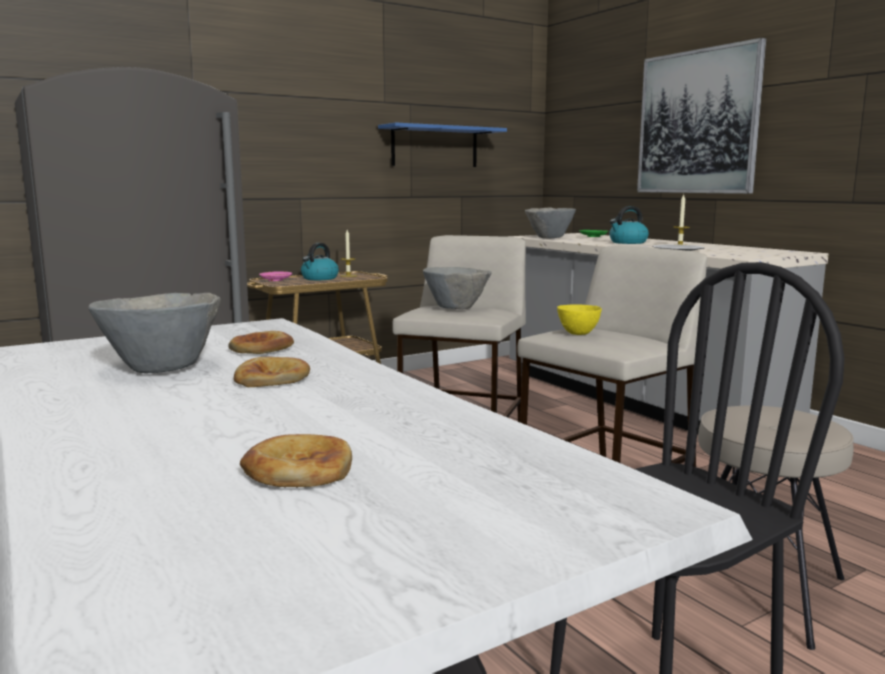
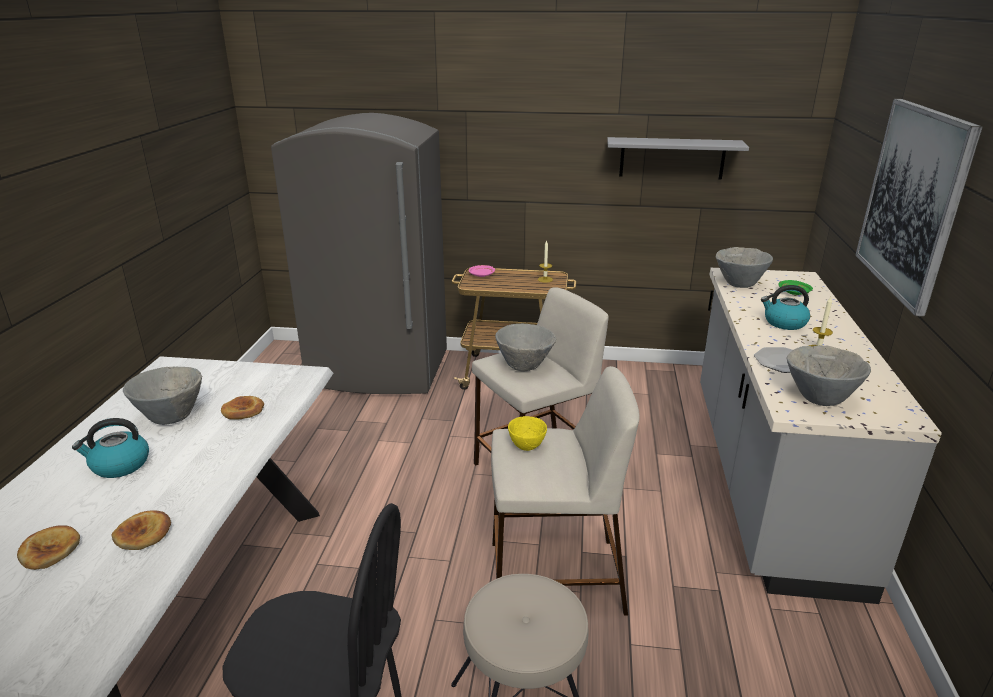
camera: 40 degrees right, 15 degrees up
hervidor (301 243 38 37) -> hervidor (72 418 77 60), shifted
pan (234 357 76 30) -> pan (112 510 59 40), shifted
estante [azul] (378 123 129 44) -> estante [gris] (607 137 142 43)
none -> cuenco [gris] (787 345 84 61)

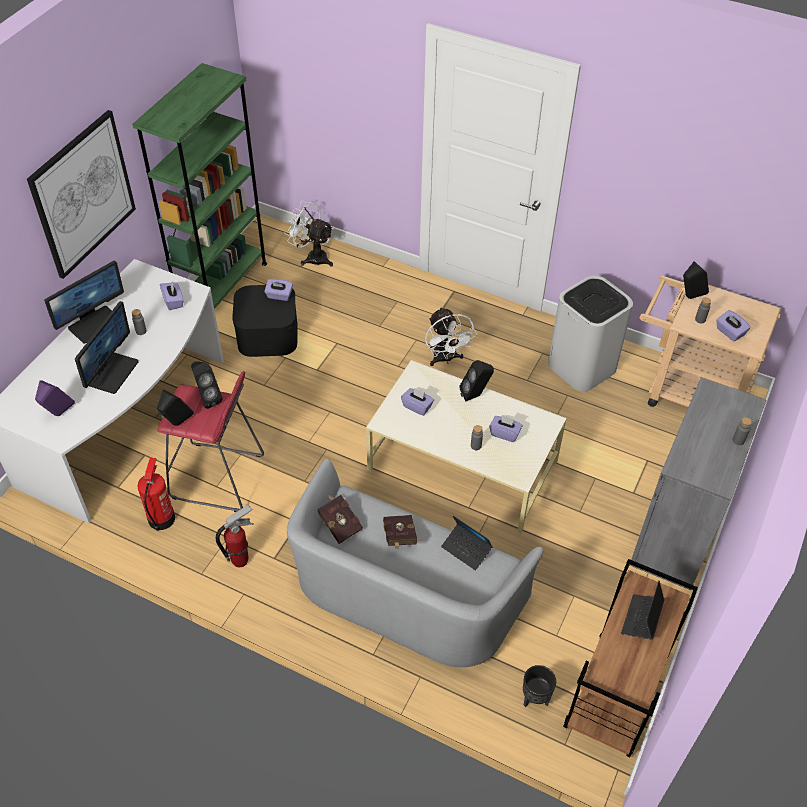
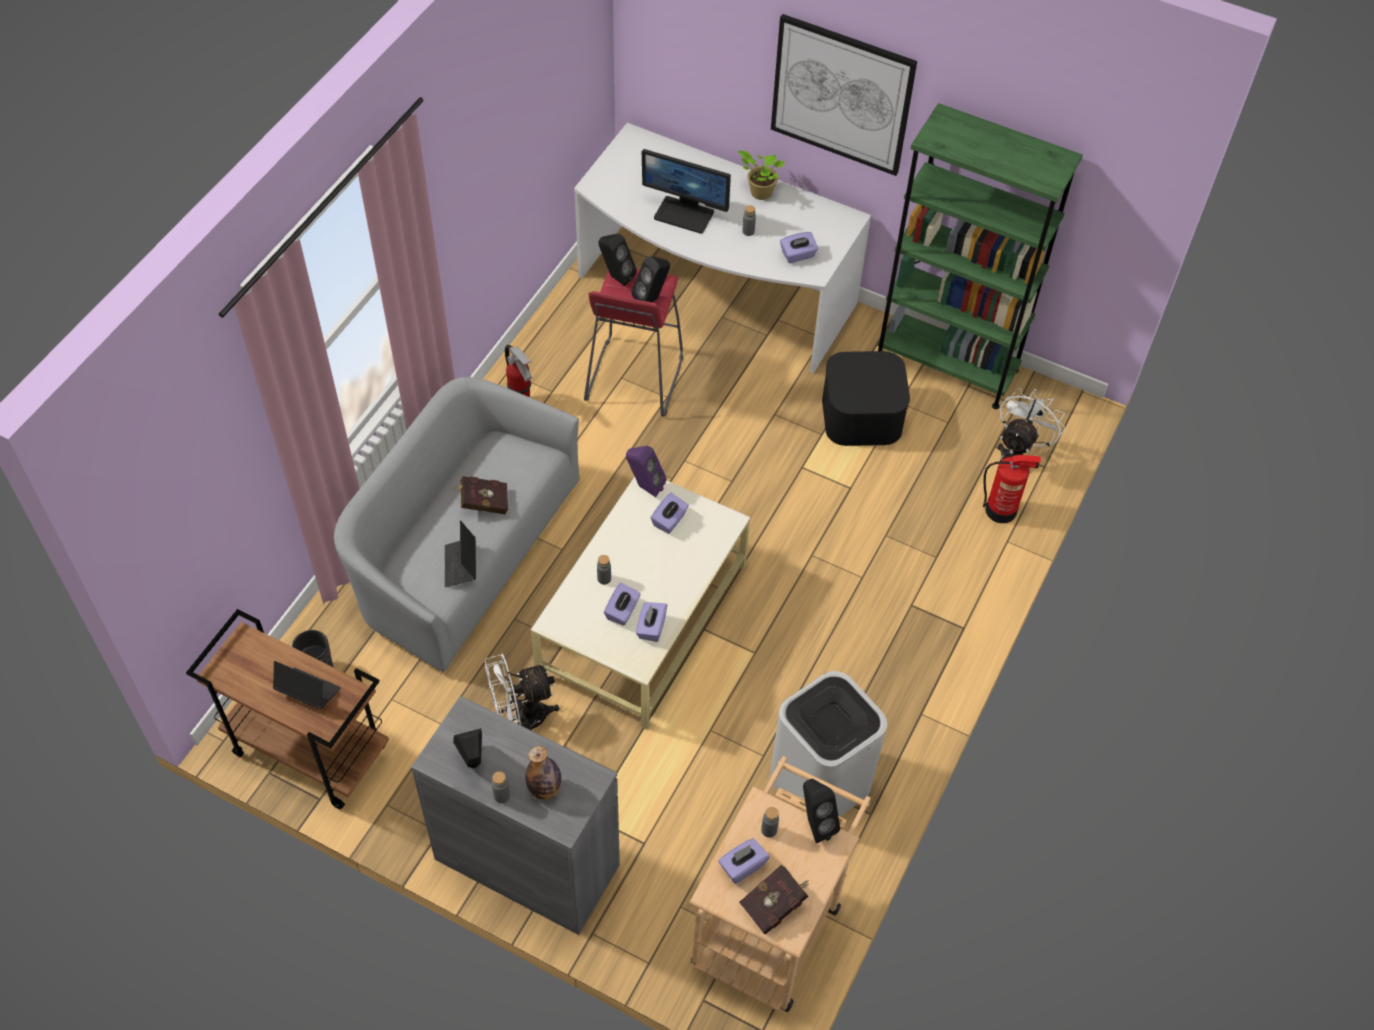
camera: 90 degrees right, 5 degrees up
portátil (441 516 52 54) -> portátil (445 520 31 67), 45 degrees counterclockwise
altavoz [negro] (459 360 35 41) -> altavoz [negro] (453 728 29 40), shifted
ventilador [blanco] (425 307 52 59) -> ventilador [blanco] (485 654 74 76), shifted
none -> botella (525 746 37 54)
altavoz [morado] (35 380 40 36) -> altavoz [morado] (626 446 41 51), shifted
caja de pañuelos [morado] (264 279 29 22) -> caja de pañuelos [morado] (636 602 31 40), shifted
monitor (44 260 80 84) -> planta en maceta (738 150 47 50)
libro [rojo] (317 495 46 49) -> libro [rojo] (739 864 70 71), shifted
extintor (137 458 38 73) -> extintor (983 454 58 69), shifted

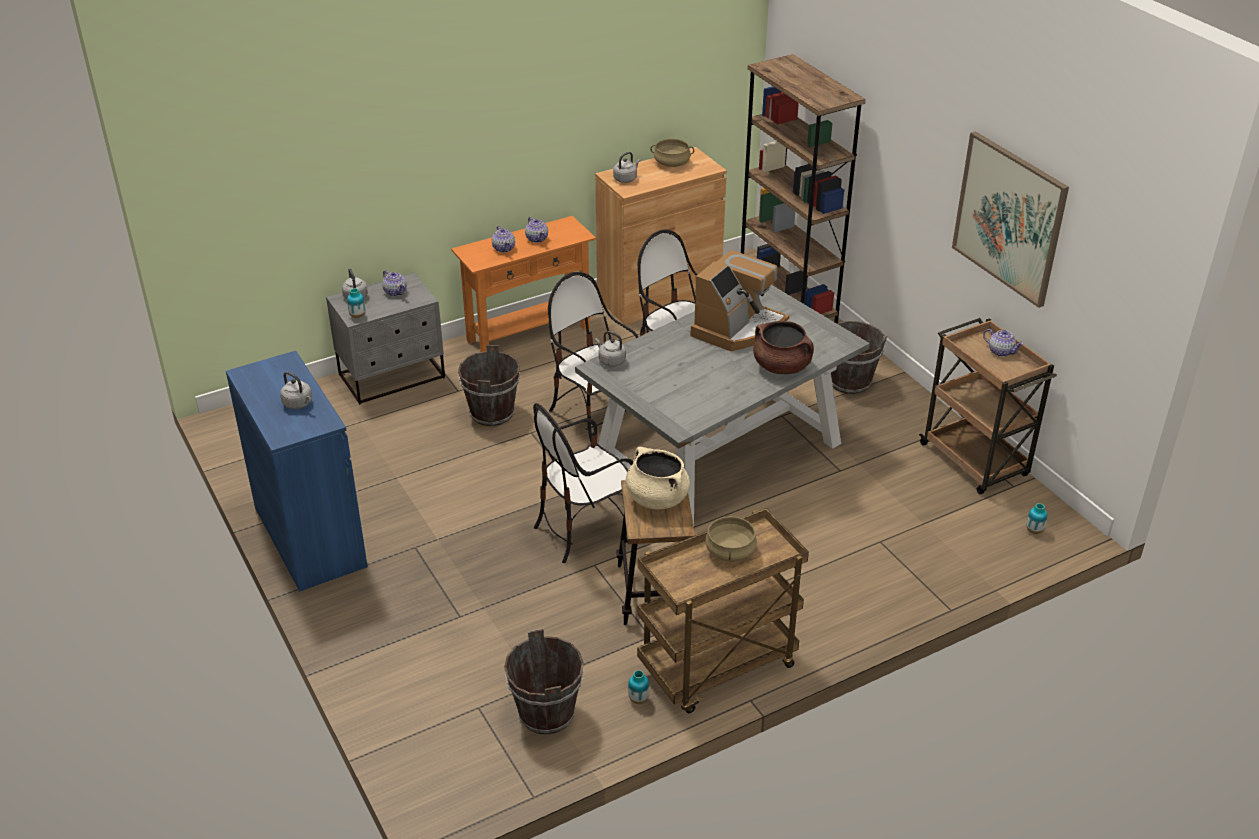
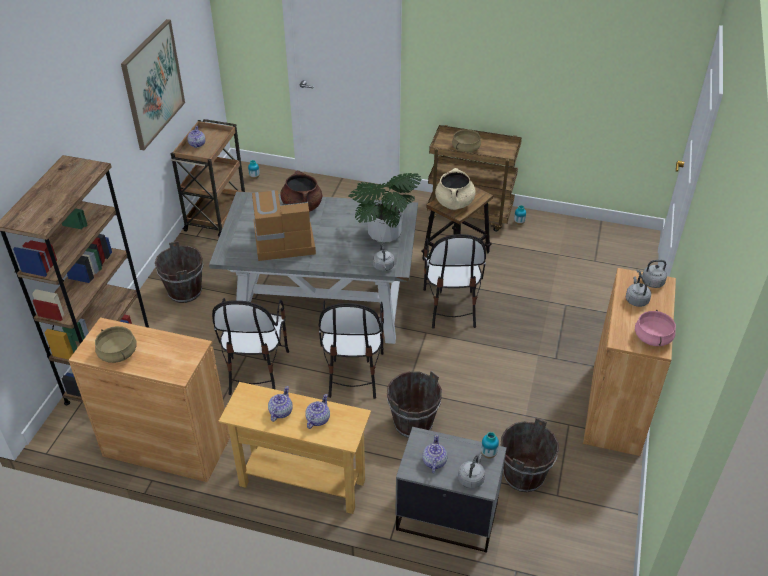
camera: 135 degrees left, 5 degrees up
mesa consola [naranja] (451 216 145 136) -> mesa consola [beis] (219 382 152 132)
none -> planta en maceta (348 173 73 69)
silla (533 403 100 160) -> silla (423 234 63 95), 75 degrees clockwise
cubo [marrón] (504 629 80 106) -> cubo [marrón] (500 418 59 74), shifted
armario [azul] (226 351 142 241) -> armario [marrón] (583 268 93 188)
none -> olla [rosa] (635 310 41 36)
hervidor [gris] (613 152 27 31) -> hervidor [gris] (637 260 30 28), shifted

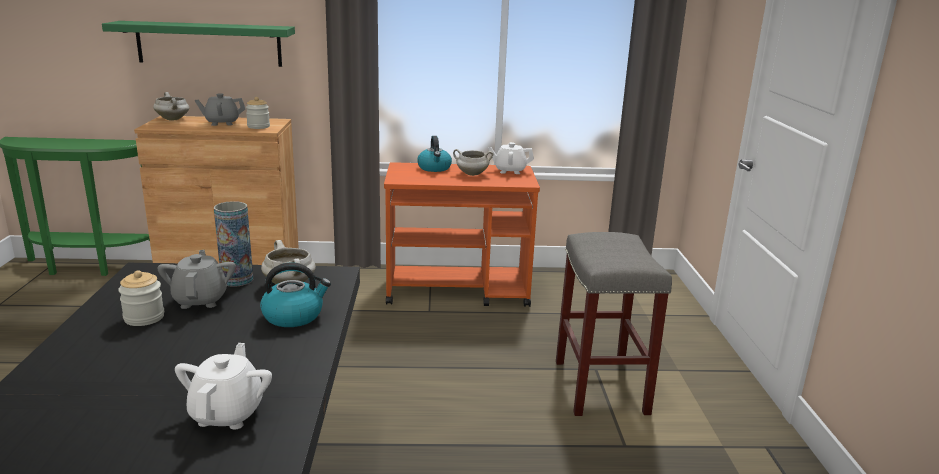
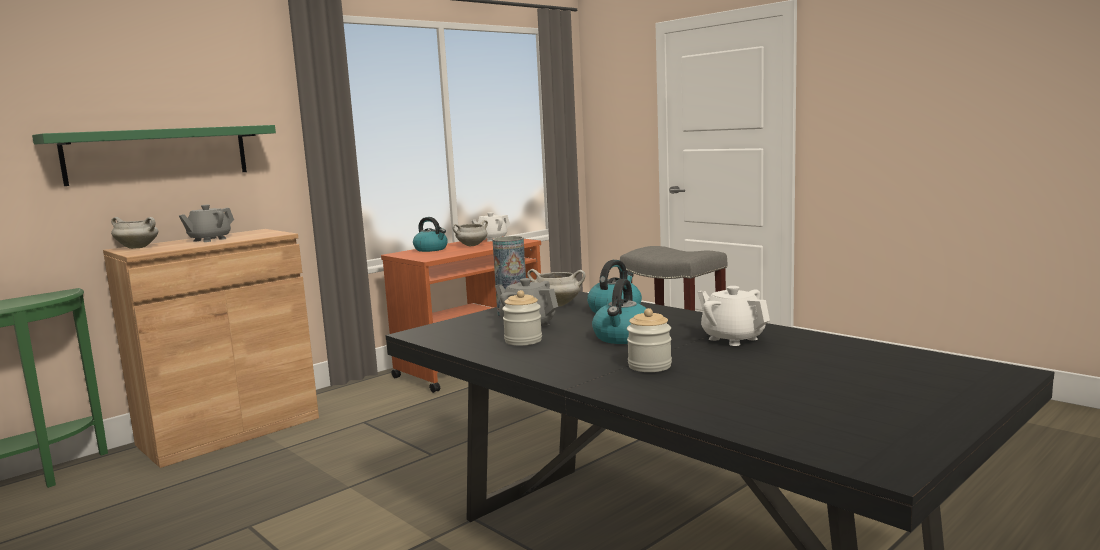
camera: 40 degrees left, 10 degrees down
none -> hervidor (592 279 55 65)
tarro (246 97 24 32) -> tarro (627 308 45 64), shifted

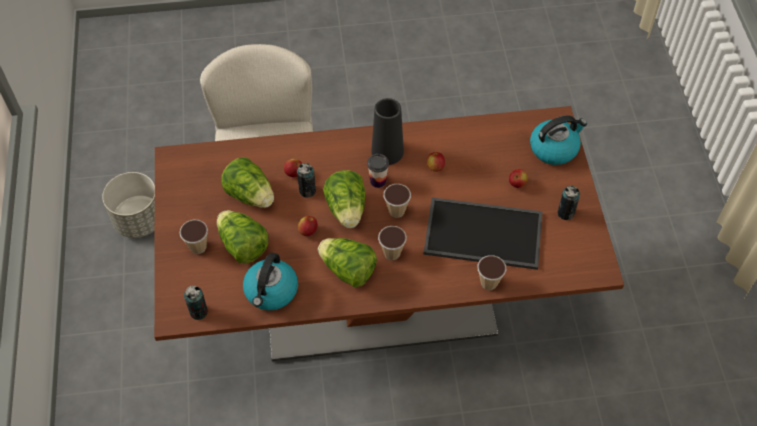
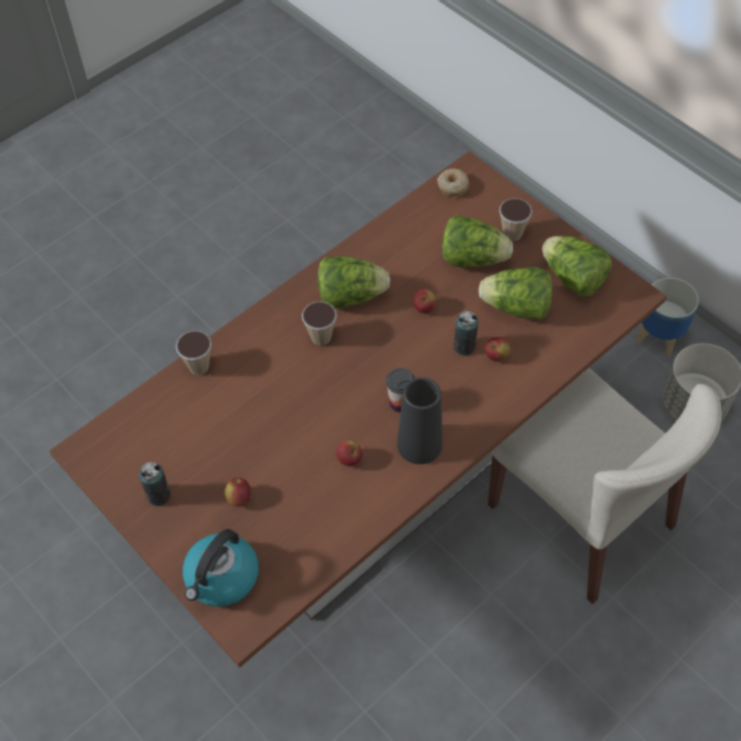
camera: 145 degrees right, 0 degrees up
lata (184 286 24 34) -> rosquilla (437 168 32 30)
lechuga (323 170 43 58) -> lechuga (542 236 70 61), shifted
none -> maceta (636 277 63 80)
hervidor (243 253 55 57) -> none
taza (384 184 27 34) -> none
bandeja (423 197 120 73) -> none

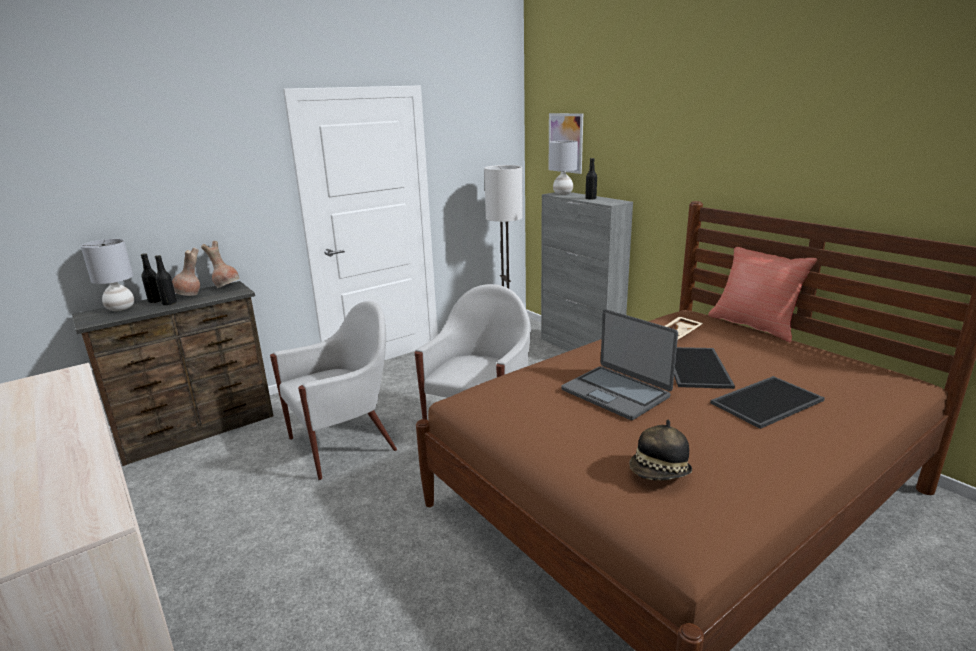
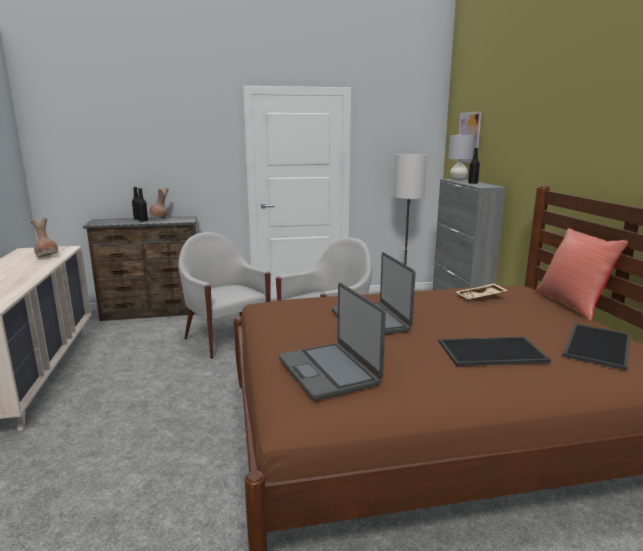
camera: 25 degrees right, 5 degrees down
florero [marrón] (201 241 39 47) -> florero [marrón] (30 217 29 40), shifted
sillón [blanco] (270 301 127 179) -> sillón [blanco] (178 232 93 127), 120 degrees counterclockwise
sombrero (629 420 63 61) -> portátil (279 283 107 117)
bandeja (674 347 61 42) -> bandeja (563 323 68 47), shifted
lámpara de mesa [gris] (81 239 53 72) -> none

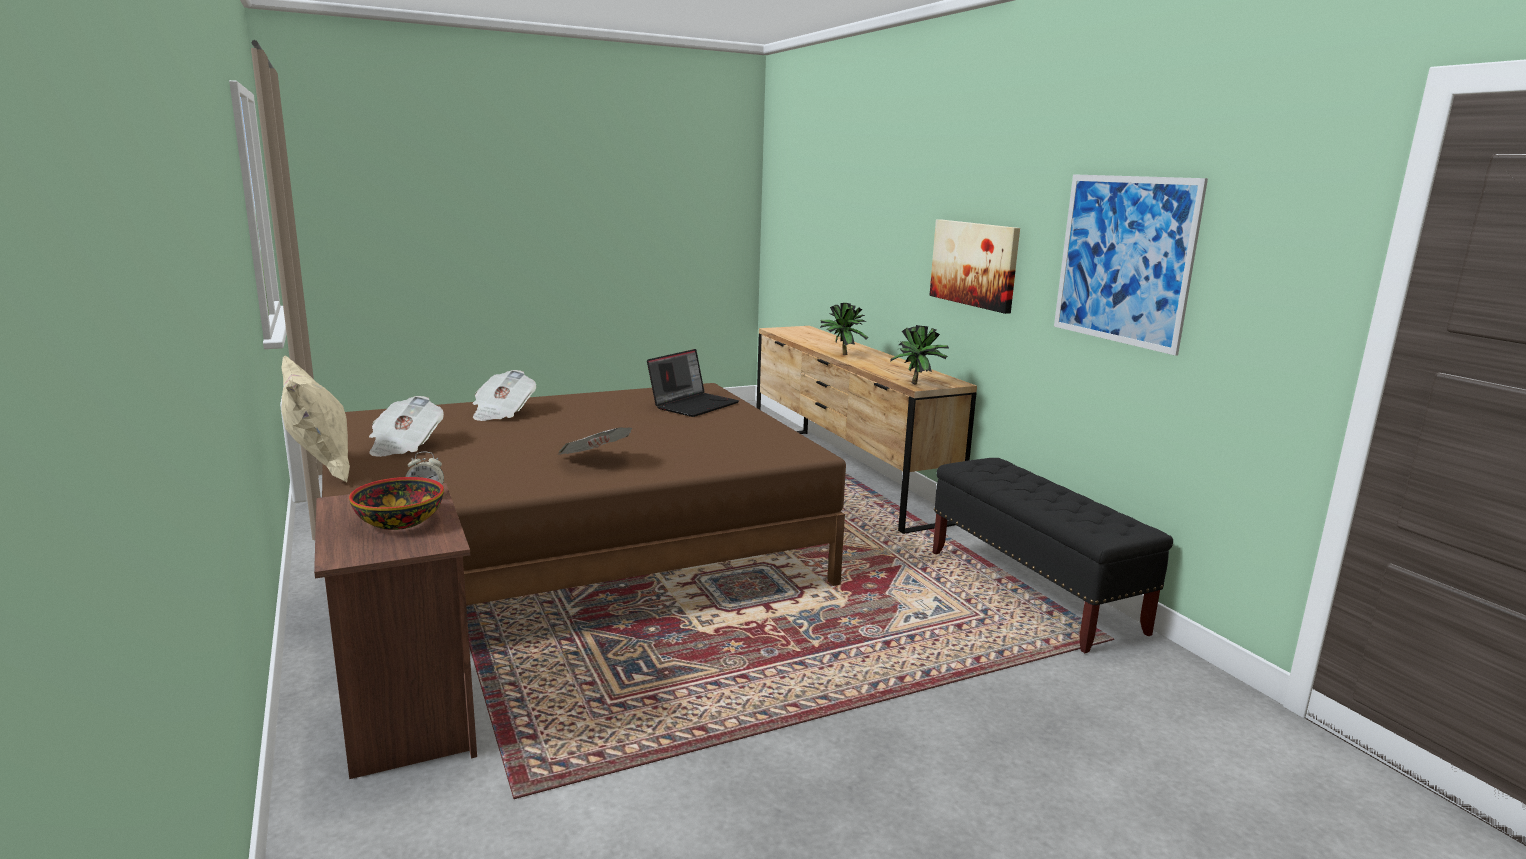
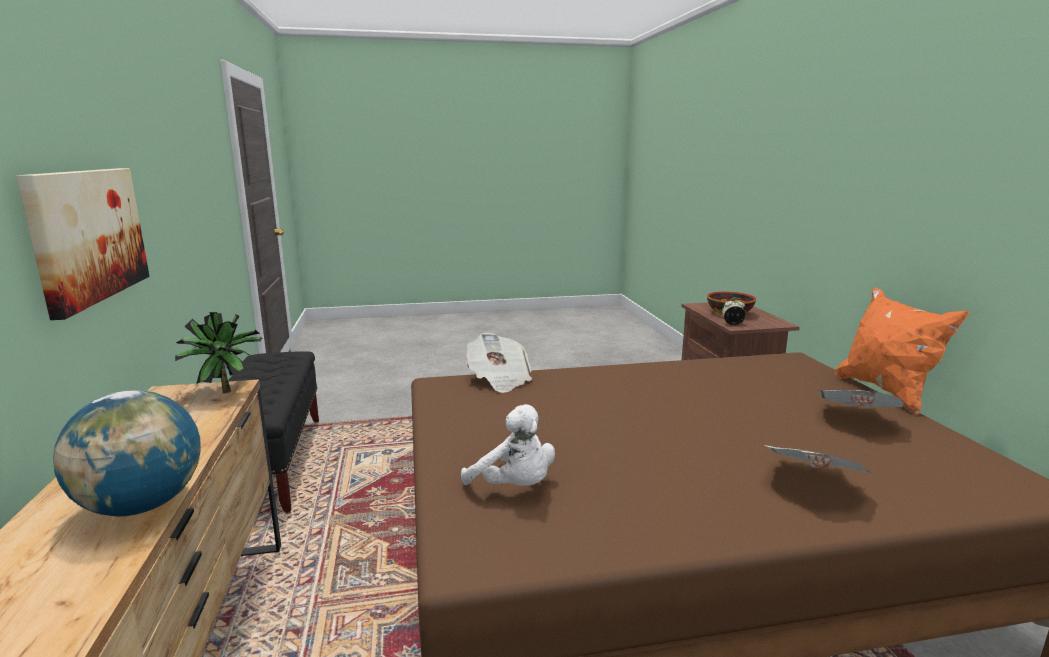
camera: 165 degrees left, 0 degrees up
planta en maceta (820 303 48 52) -> globo terráqueo (53 390 148 126)
portátil (647 349 92 68) -> peluche [blanco] (461 404 94 82)
periódico (557 427 76 28) -> periódico (467 333 65 60), shifted
cojín [beis] (281 355 69 127) -> cojín [naranja] (835 287 134 129)
cuadro (1054 174 154 182) -> none

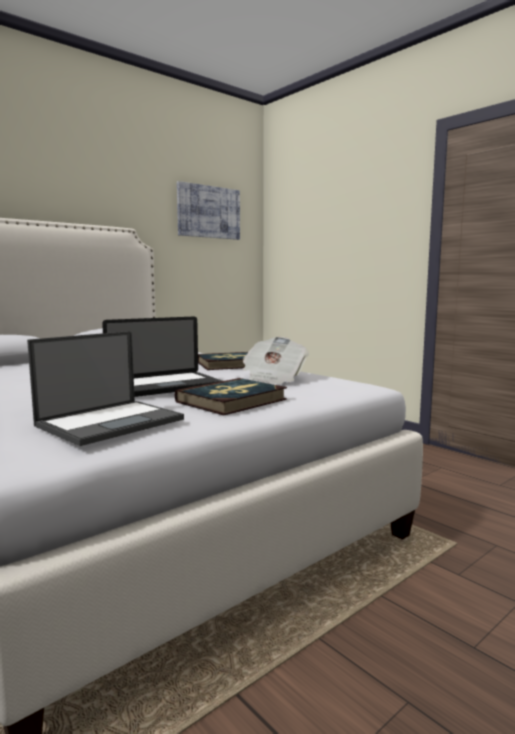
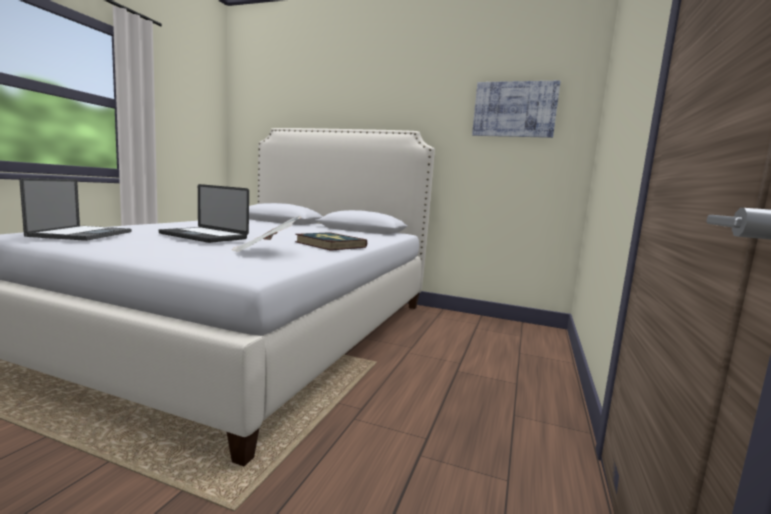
camera: 60 degrees right, 0 degrees up
portátil (27 331 157 115) -> portátil (19 178 112 63), 105 degrees counterclockwise
libro (175 378 112 37) -> none

